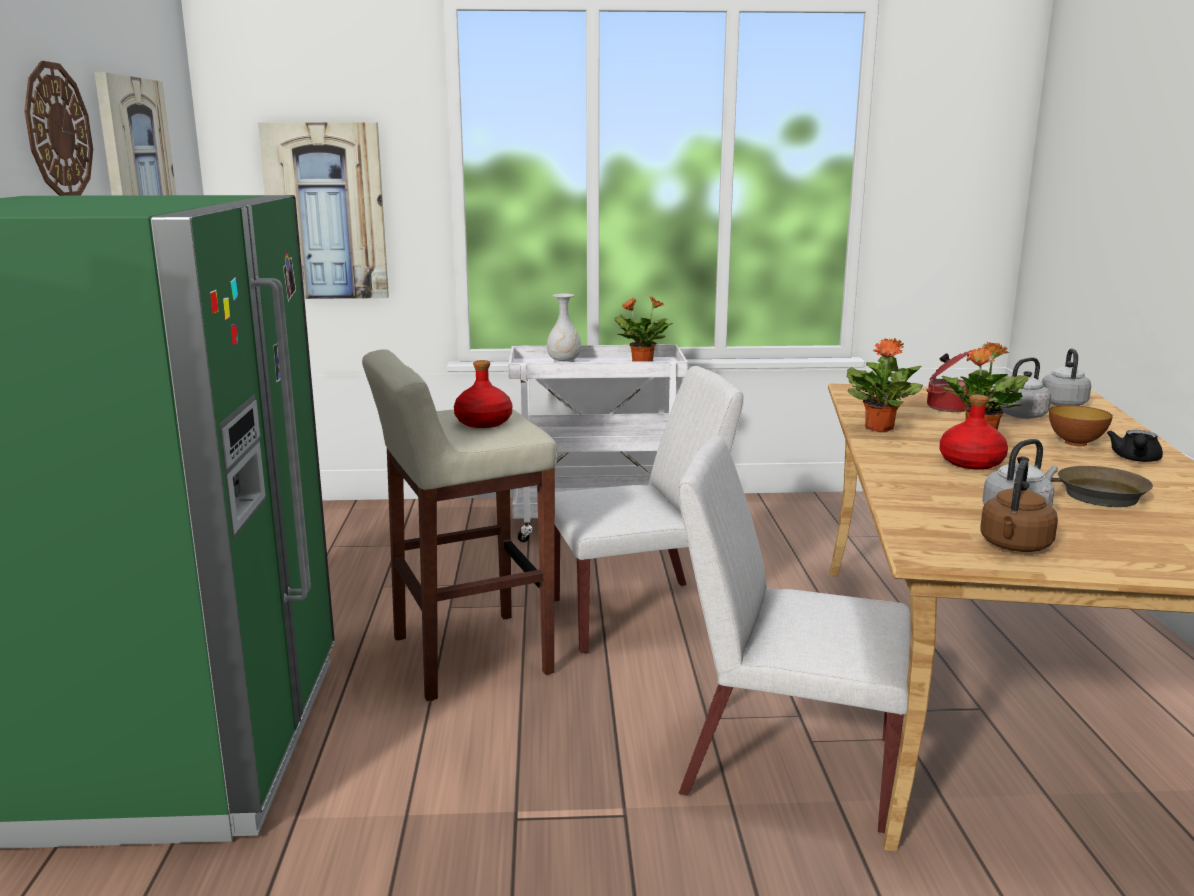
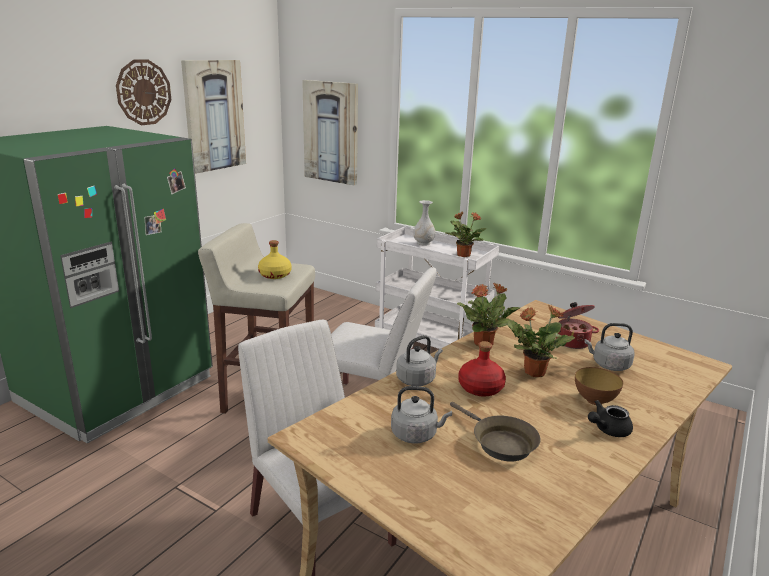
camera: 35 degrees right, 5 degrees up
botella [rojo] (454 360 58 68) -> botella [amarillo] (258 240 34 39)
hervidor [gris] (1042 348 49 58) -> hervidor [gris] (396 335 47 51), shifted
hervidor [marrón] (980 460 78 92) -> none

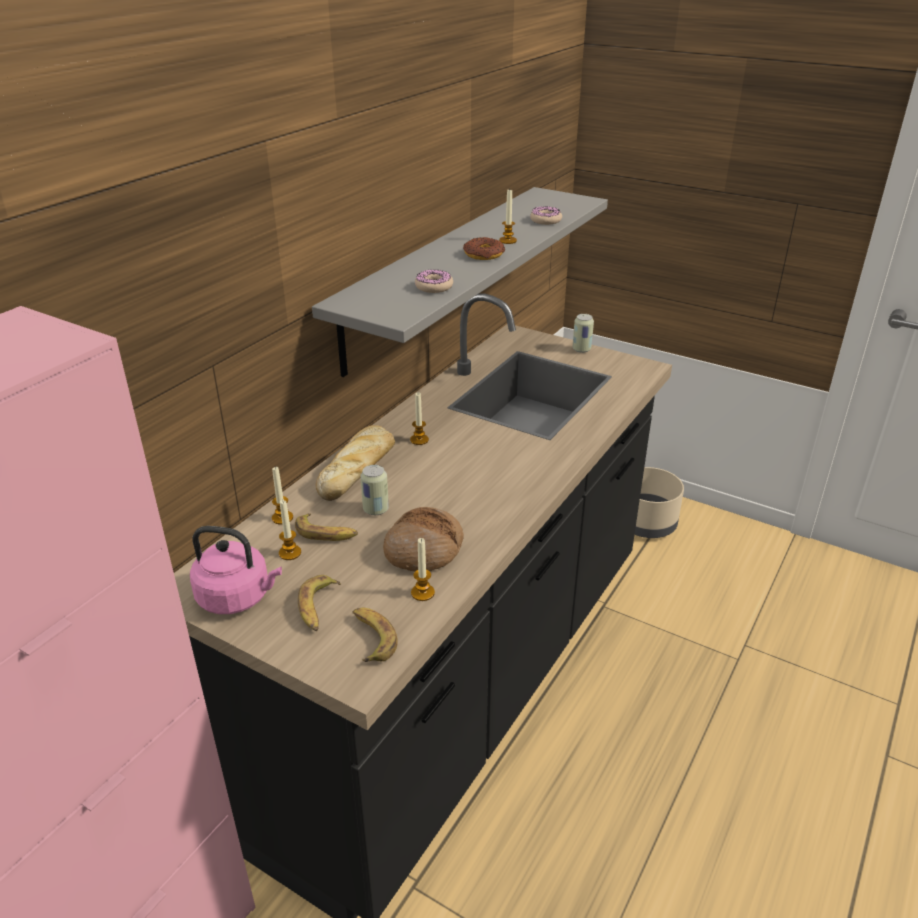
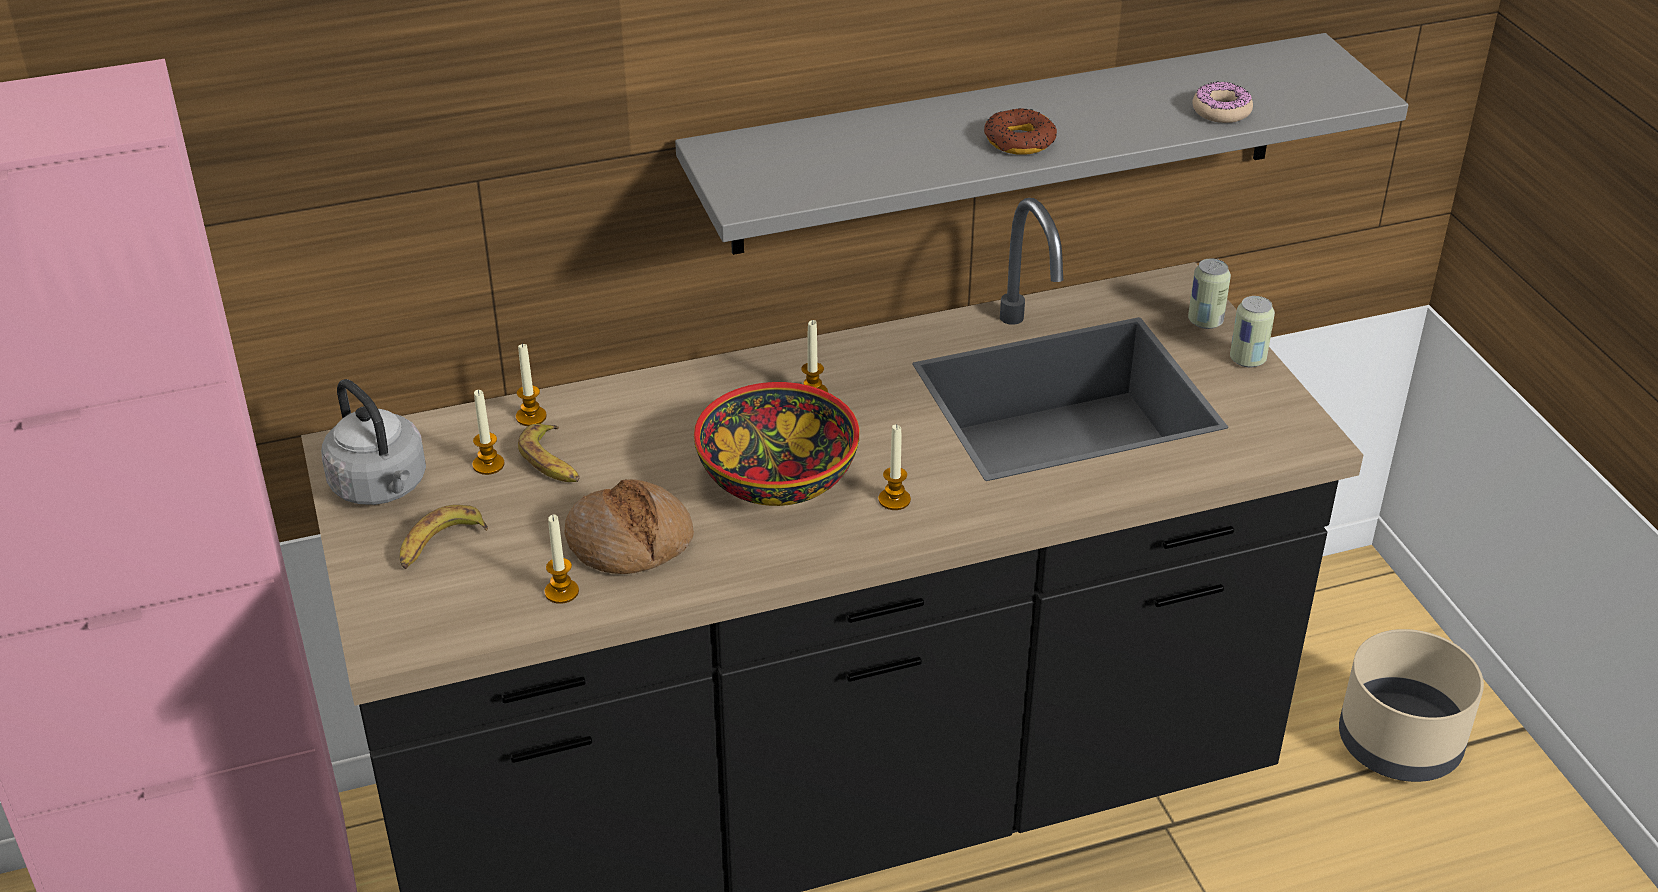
camera: 40 degrees right, 5 degrees up
hervidor [rosa] (190 526 92 88) -> hervidor [gris] (321 379 105 126)
none -> cuenco (694 382 165 124)
vela (499 190 18 54) -> vela (879 425 32 85), shifted
lata (360 465 29 50) -> lata (1188 259 43 70), shifted
pan (316 425 79 76) -> none
plátano (353 608 45 54) -> none
rosquilla (415 270 38 23) -> none

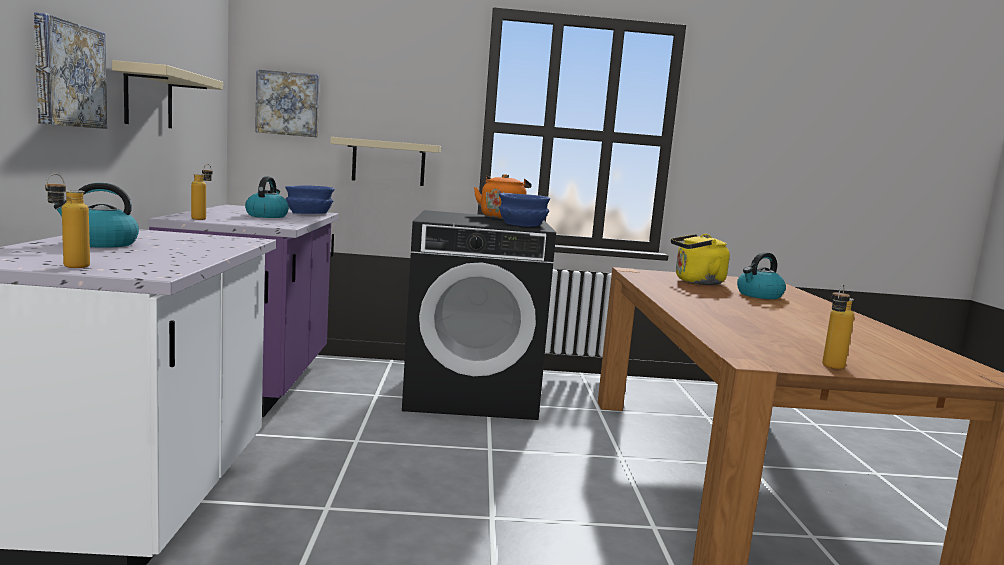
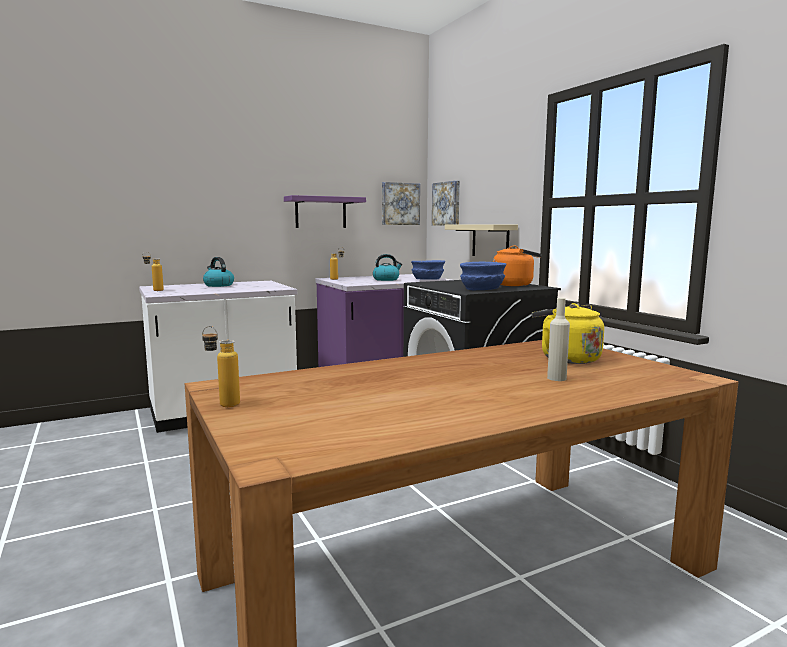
camera: 65 degrees right, 0 degrees up
estante [beis] (112 60 111 68) -> estante [morado] (284 195 82 33)
cuadro (34 12 73 117) -> cuadro (382 182 38 43), shifted
hervidor (737 252 49 47) -> botella [beis] (547 298 23 83)

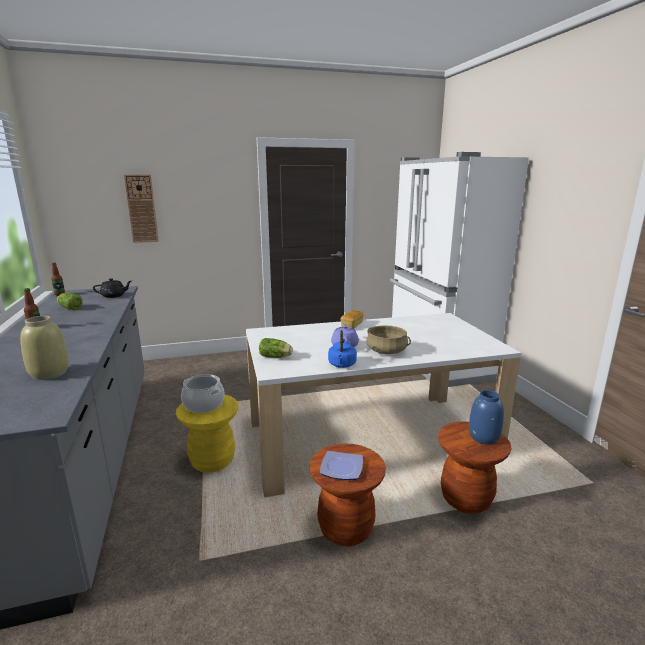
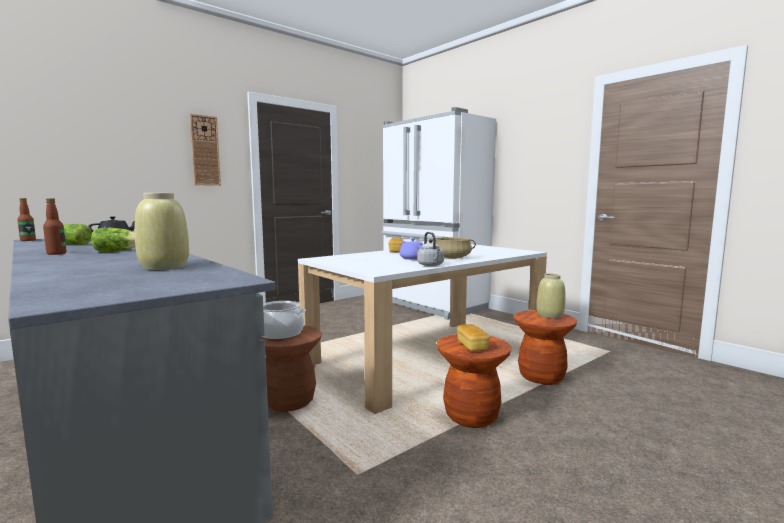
camera: 25 degrees left, 10 degrees down
lechuga (259 338 34 20) -> lechuga (91 228 45 24), shifted
reloj de pared (124 175 35 68) -> reloj de pared (190 114 31 72), shifted
taburete [amarillo] (176 395 63 78) -> taburete [marrón] (260 325 62 87)
hervidor [azul] (328 330 29 38) -> hervidor [gris] (417 232 27 34)
plato (320 451 43 29) -> pan (457 324 33 27)
florero [azul] (469 390 35 55) -> florero [beis] (537 273 29 45)

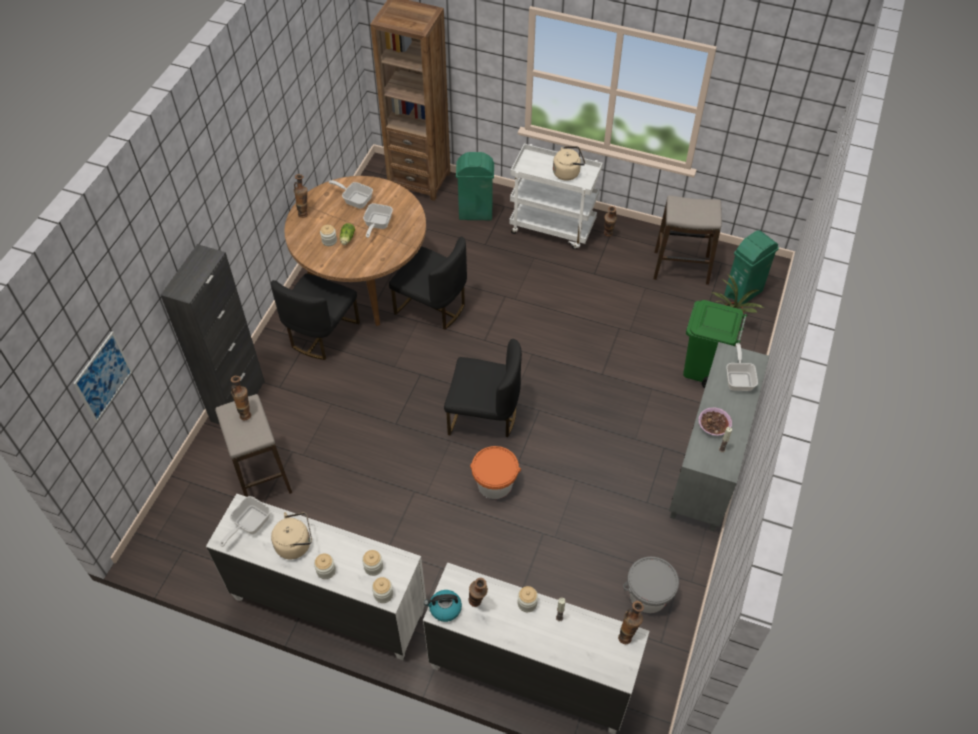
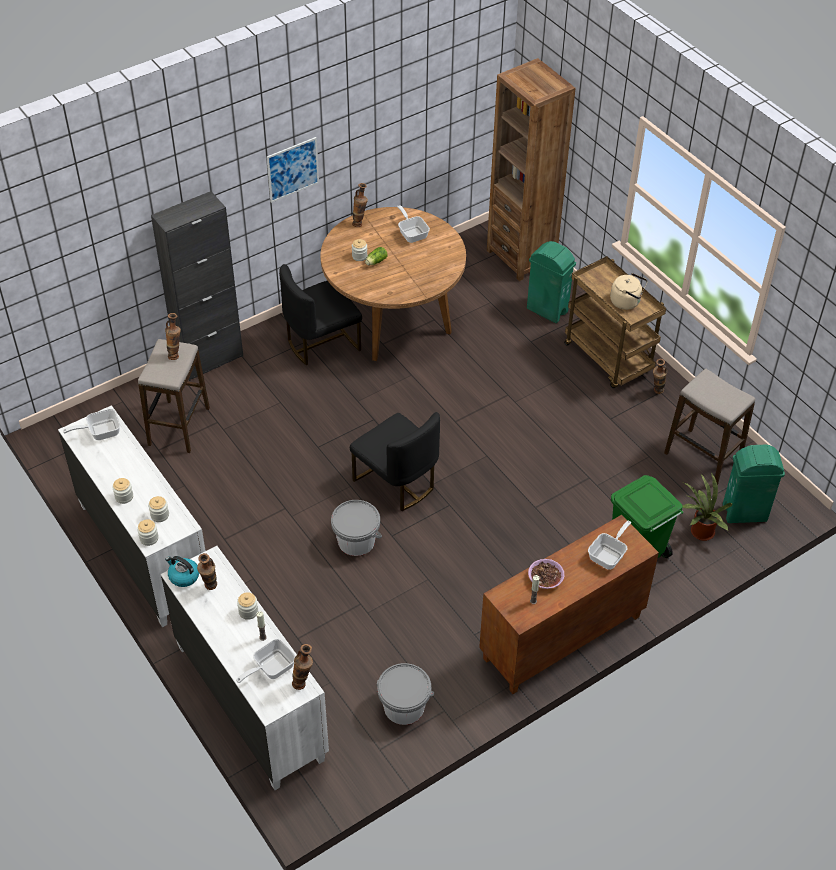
camera: 35 degrees right, 5 degrees down
sartén (363 203 30 35) -> sartén (236 639 60 44), shifted
cuadro (73 331 59 92) -> cuadro (266 137 53 66), shifted
cubo [naranja] (470 446 51 53) -> cubo [gris] (331 500 51 56)
armario [gris] (669 342 100 189) -> armario [marrón] (479 515 180 179)
carrito [blanco] (509 144 94 106) -> carrito [marrón] (564 256 102 133)
hervidor [beis] (271 512 41 47) -> none
silla [negro] (389 237 78 93) -> none

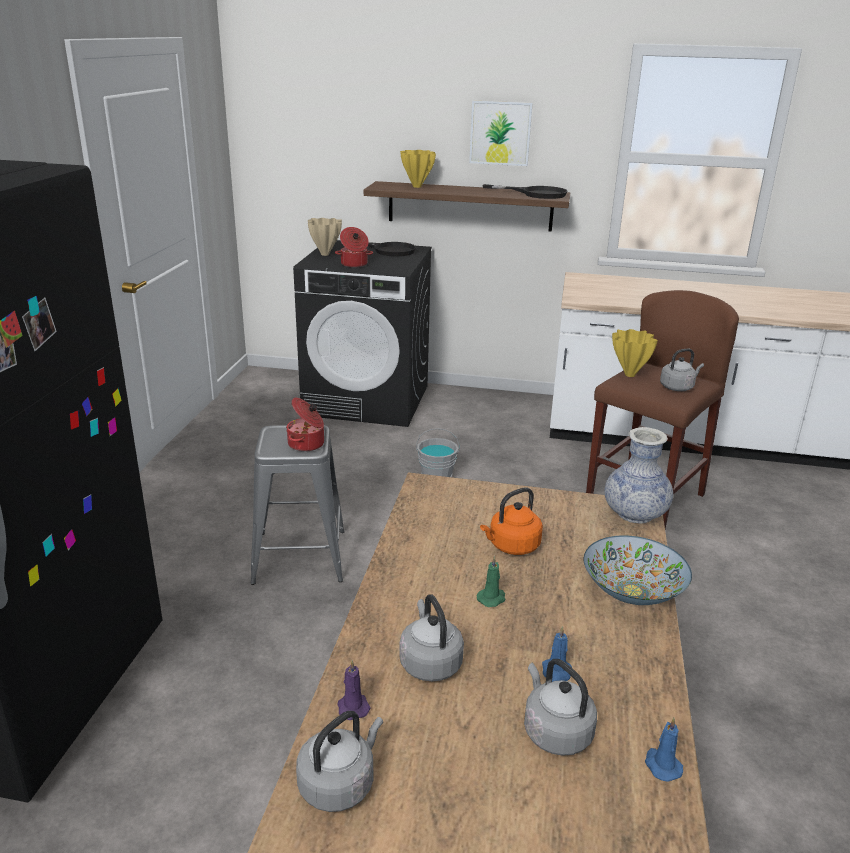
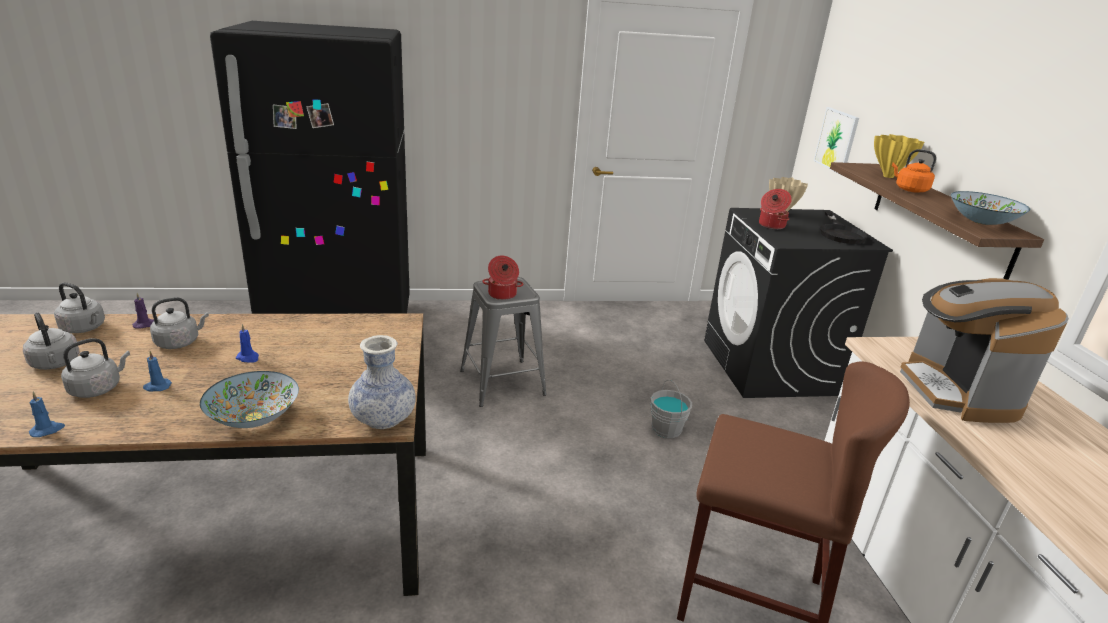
camera: 70 degrees right, 0 degrees up
hervidor [gris] (660 349 44 42) -> hervidor [gris] (23 312 56 58), shifted
vela [verde] (476 556 30 51) -> vela [azul] (236 324 23 39)
cuadro (469 101 64 65) -> cuadro (814 107 45 68), shifted
hervidor [naranja] (480 488 63 67) -> hervidor [naranja] (892 149 44 44), shifted
none -> cafetera (900 278 169 145)
sartén [negro] (482 184 86 15) -> cuenco (951 191 79 34)
florero [amarillo] (612 329 46 48) -> none

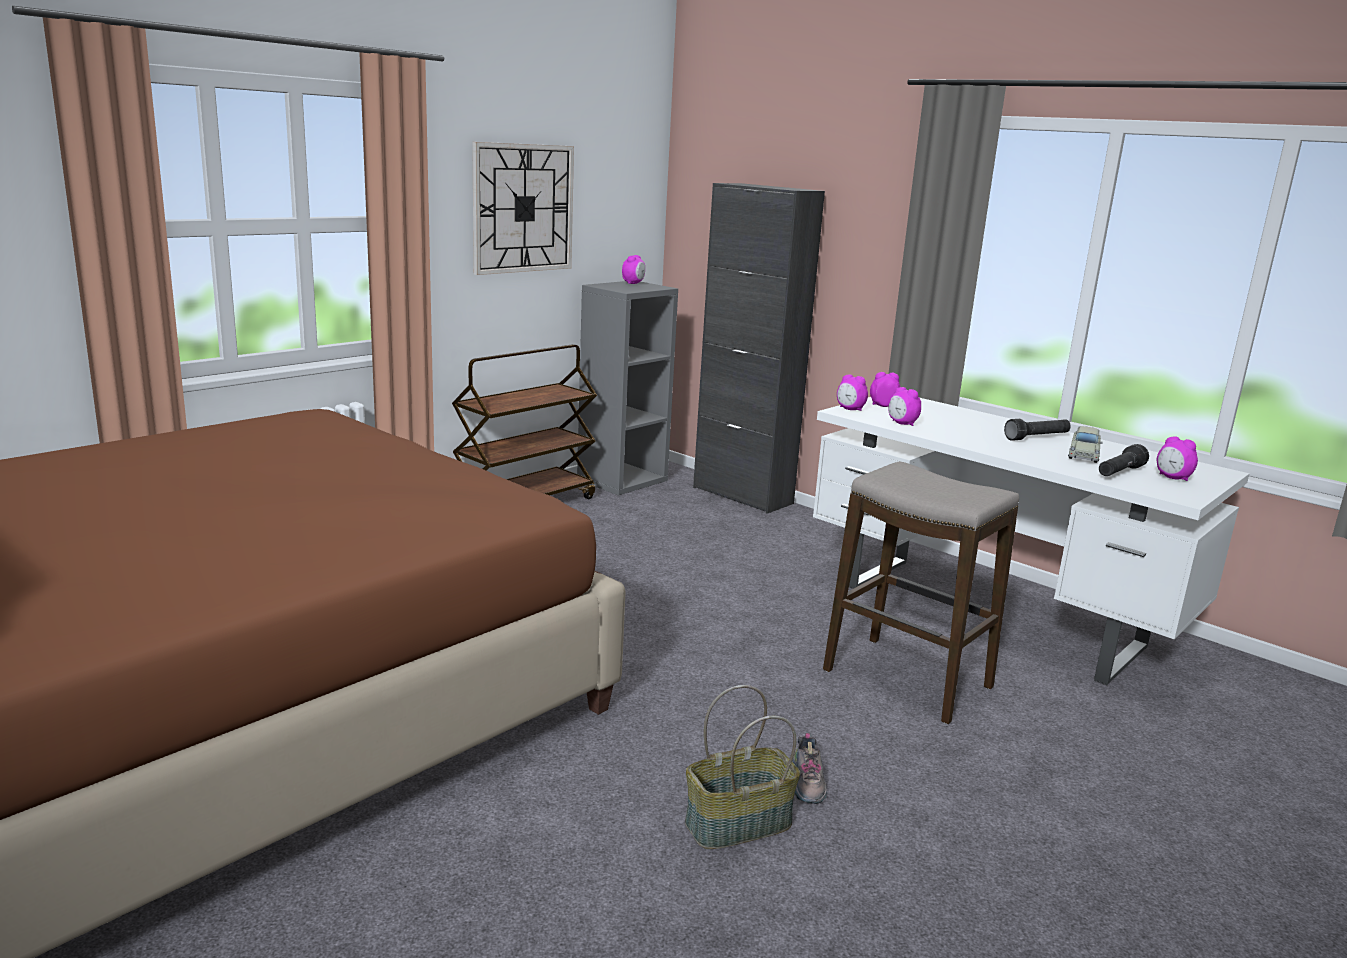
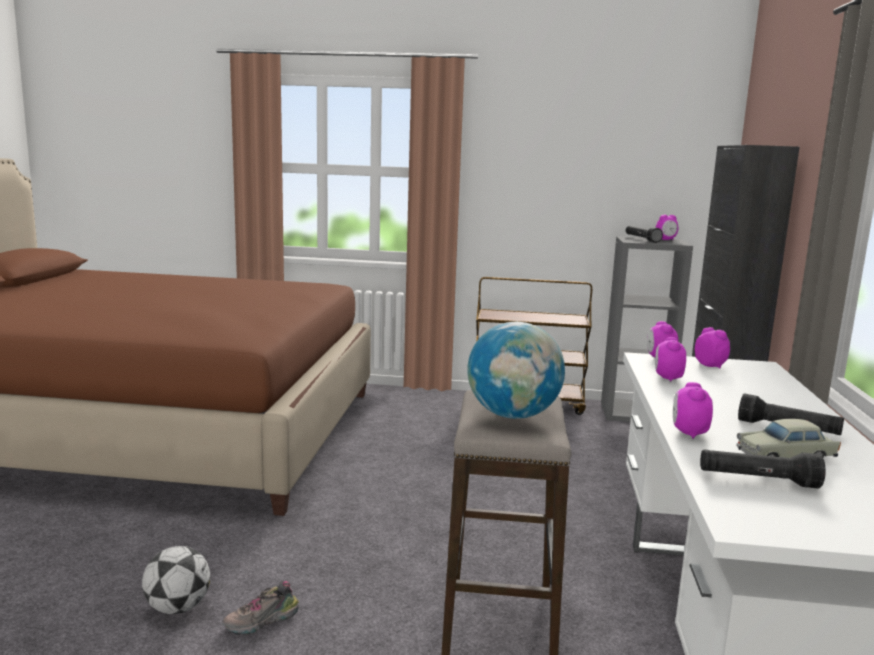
camera: 55 degrees right, 5 degrees down
cesta (685 685 115 164) -> balón de fútbol (142 546 68 68)
none -> globo terráqueo (467 322 98 97)
none -> linterna [negro] (626 226 37 17)
despertador (1156 437 42 44) -> despertador (673 382 40 57), shifted
reloj de pared (472 142 102 133) -> none

